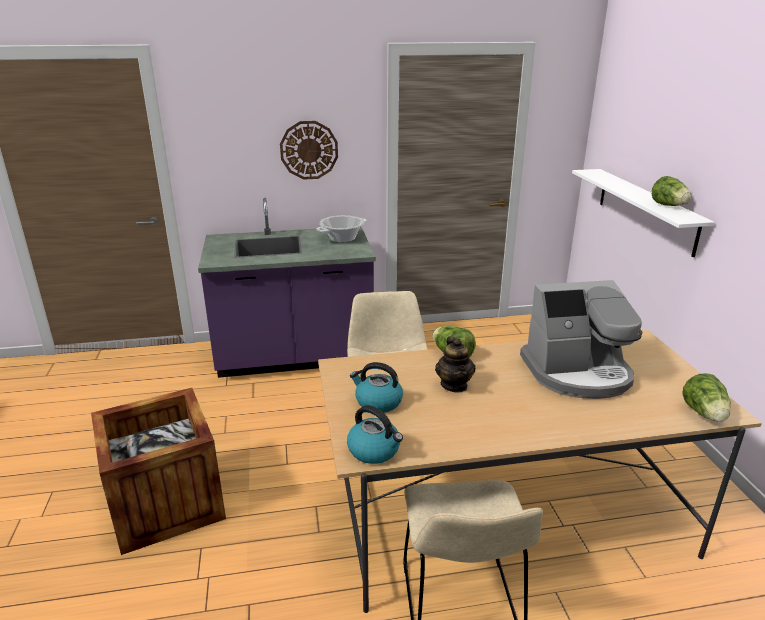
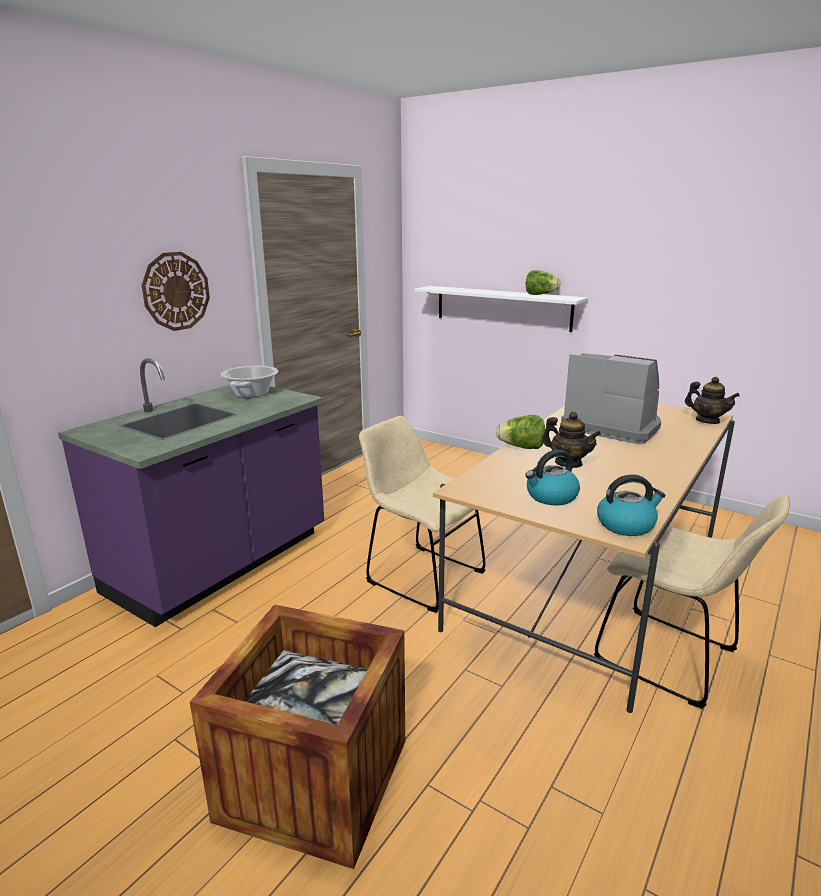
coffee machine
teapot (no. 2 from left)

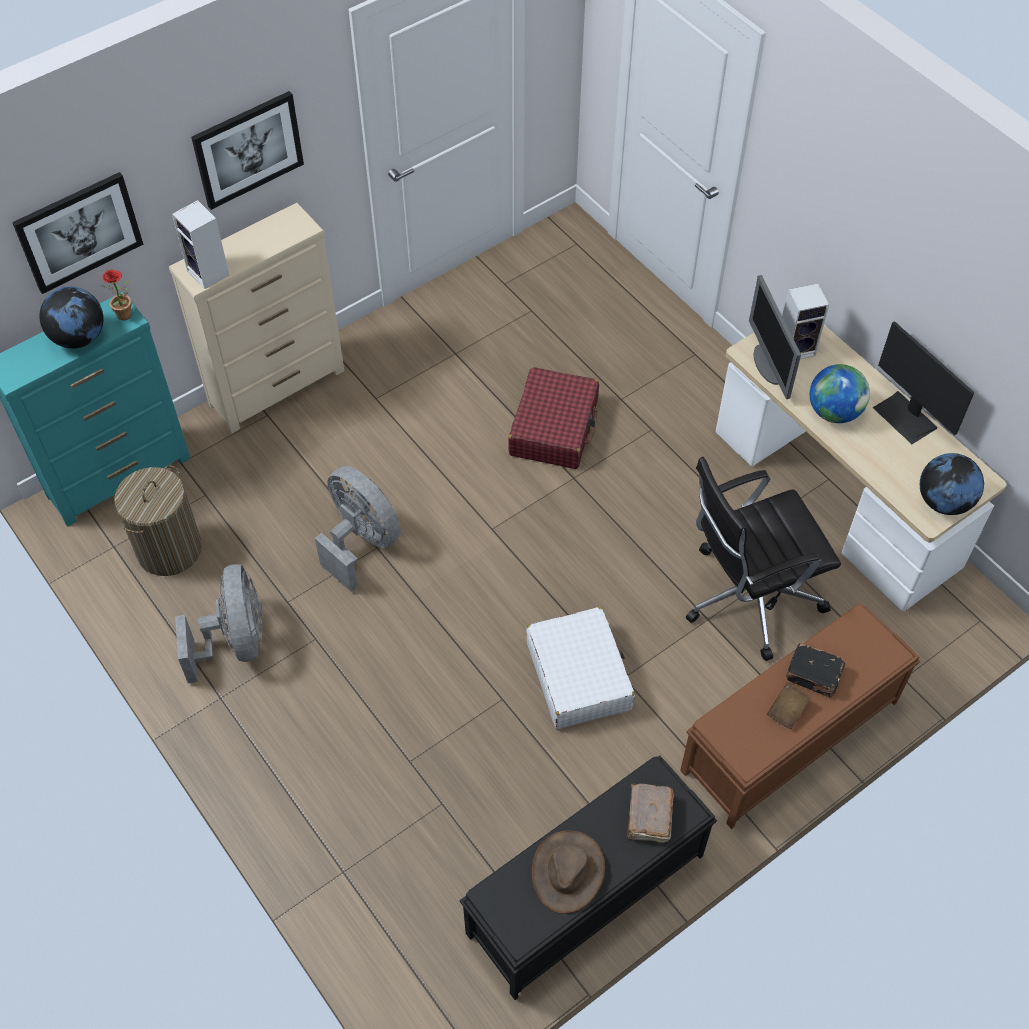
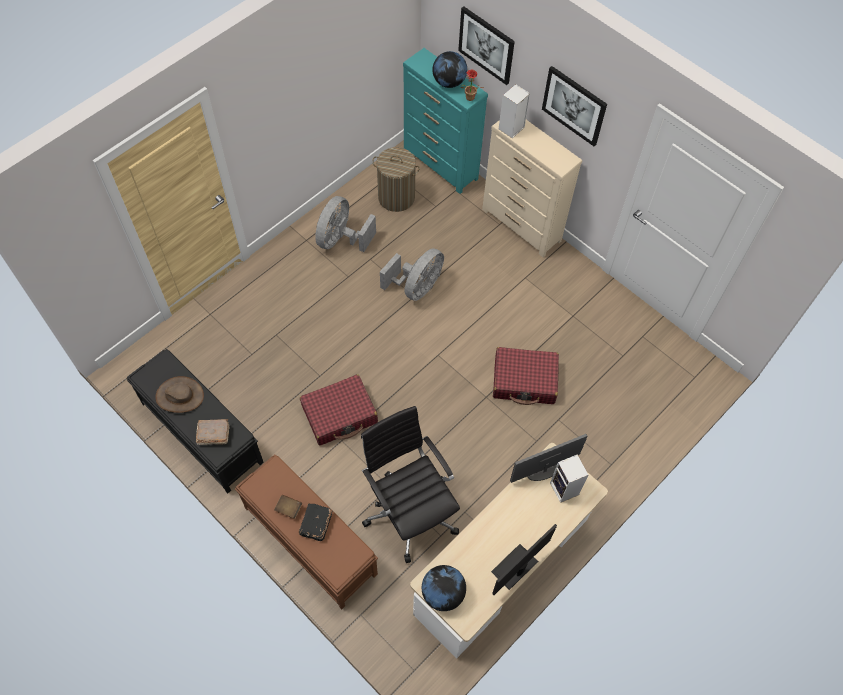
globe (no. 2 from left in the first image)
grey fan (no. 1 from left)
red suitcase (no. 1 from left)

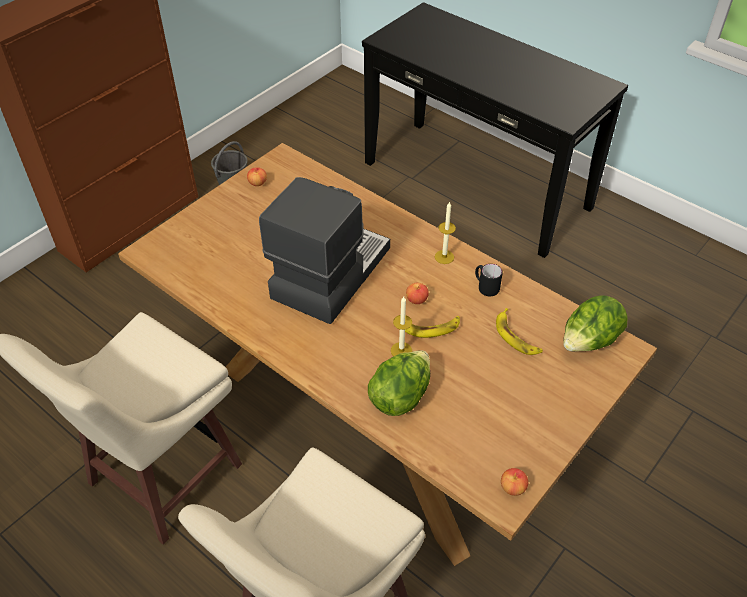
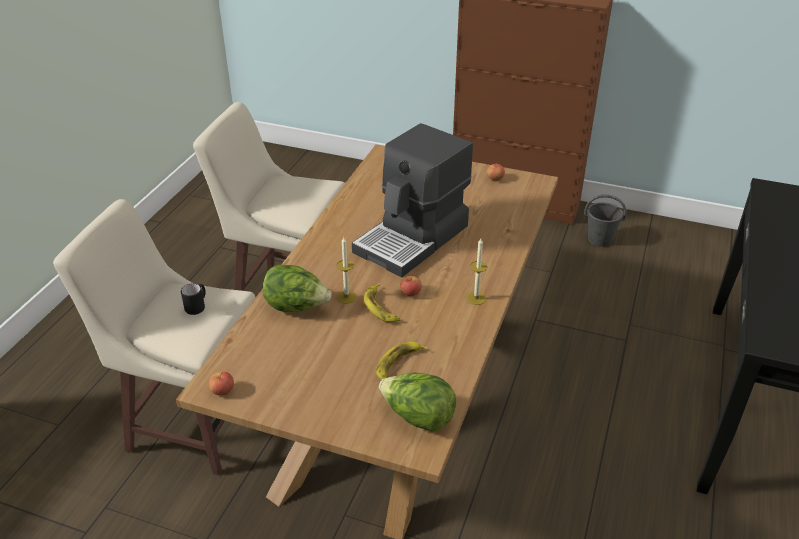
coffee machine
black mug

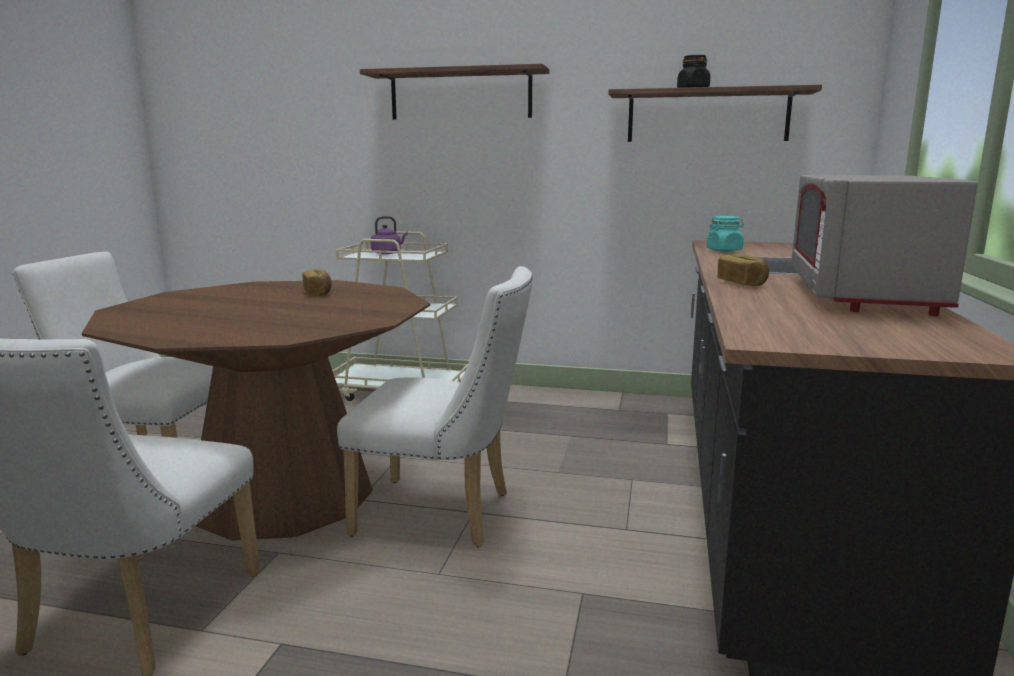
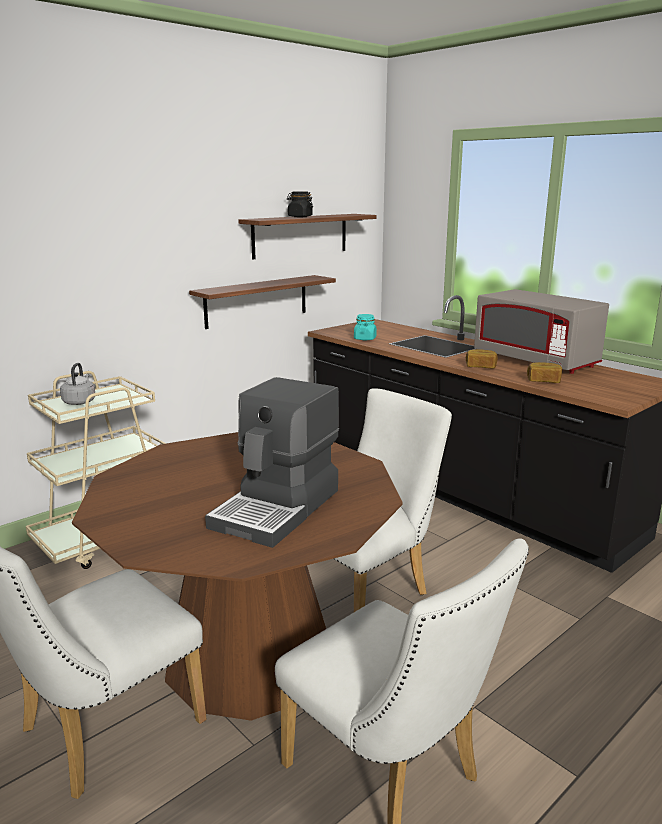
shelf (no. 1 from left)
grey kettle
bread (no. 2 from left)
coffee machine

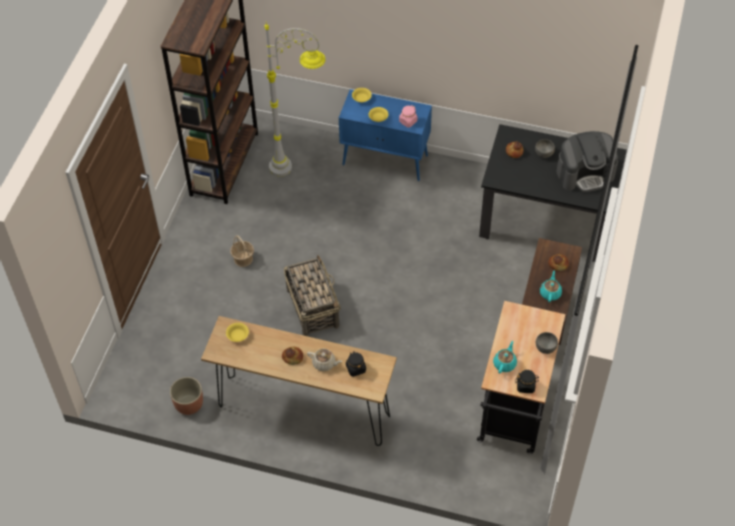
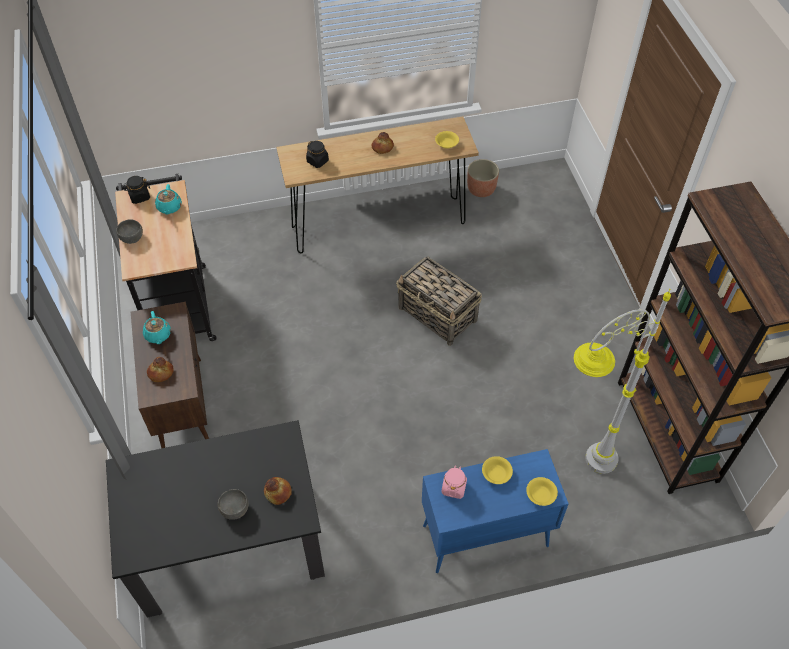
coffee machine
basket (no. 1 from left in the first image)
beige teapot

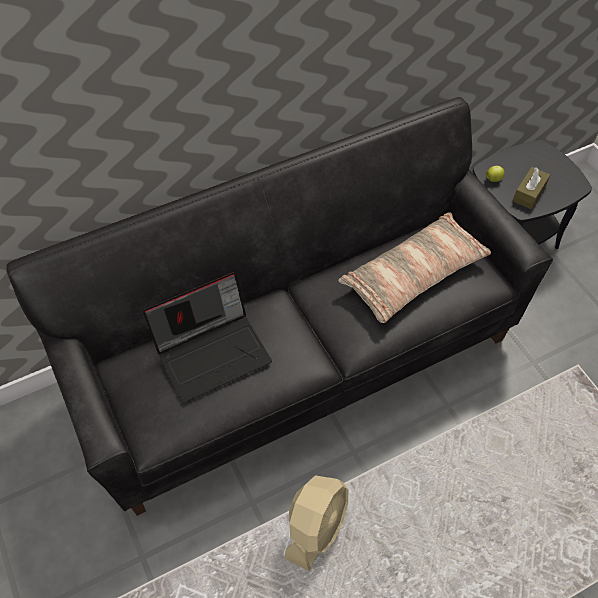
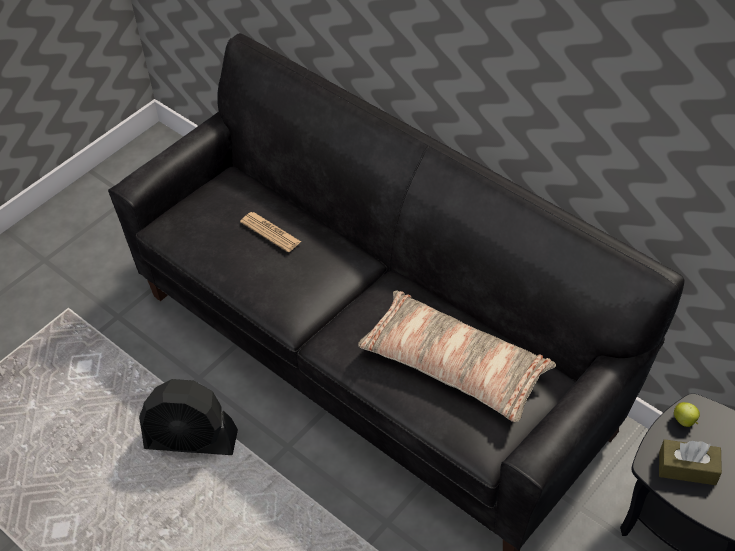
newspaper
black fan

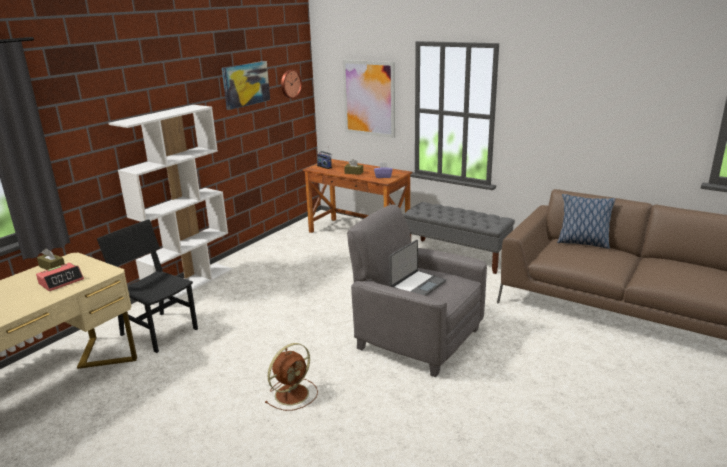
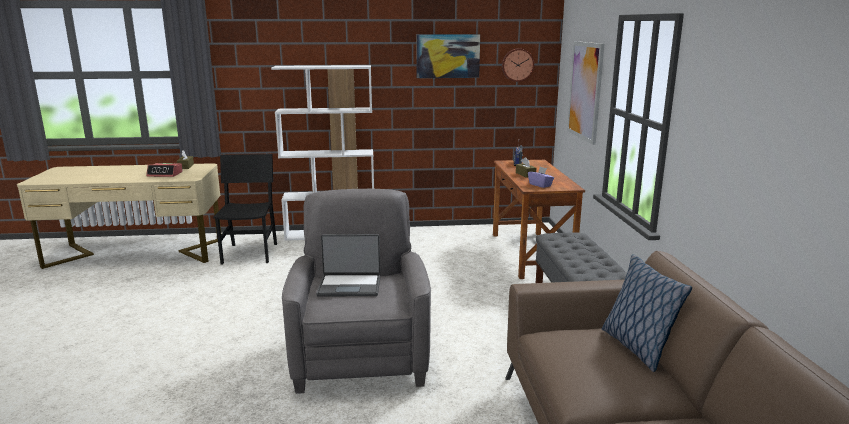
brown fan

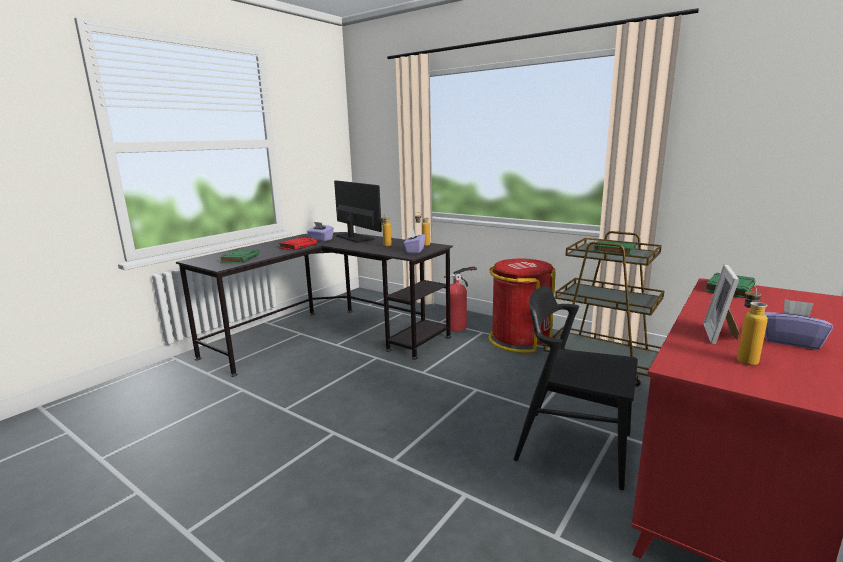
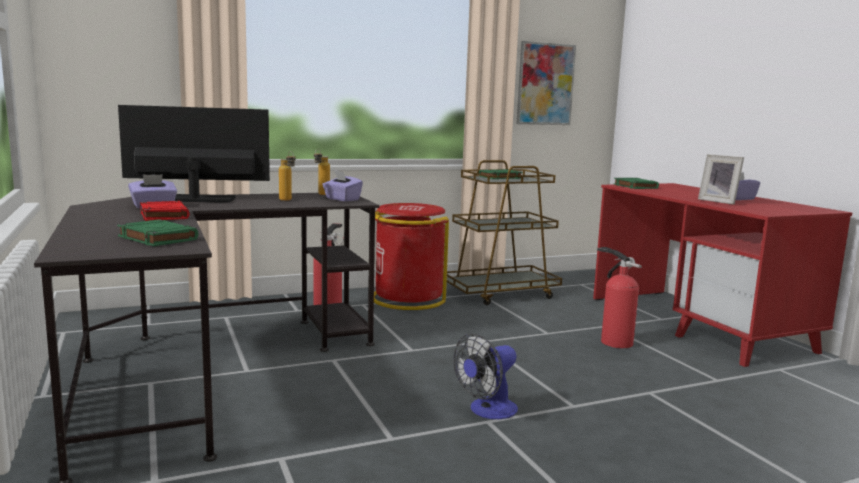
bottle (no. 3 from left in the first image)
fire extinguisher (no. 2 from left)
picture
fan

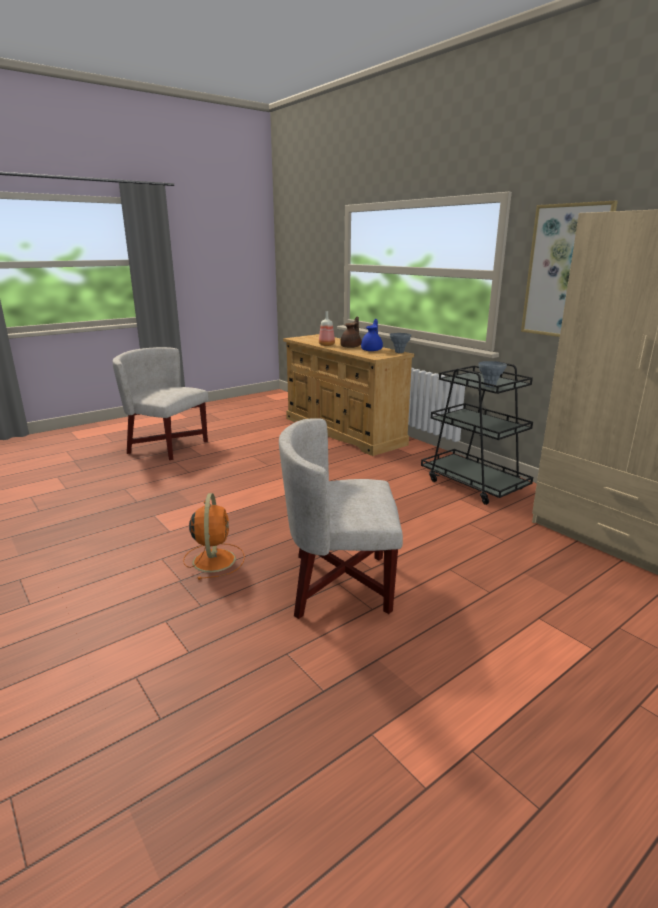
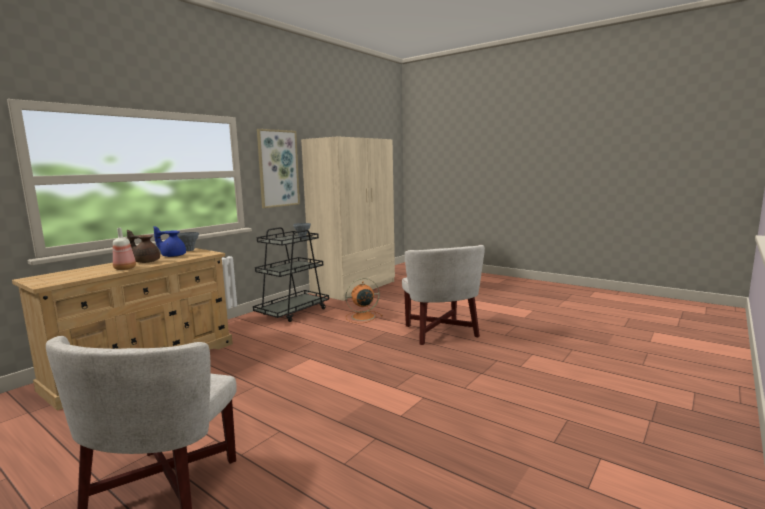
orange fan

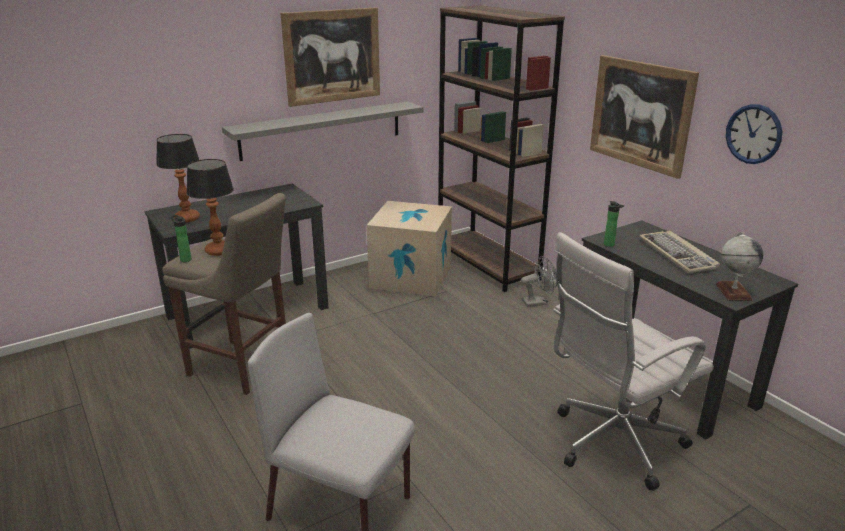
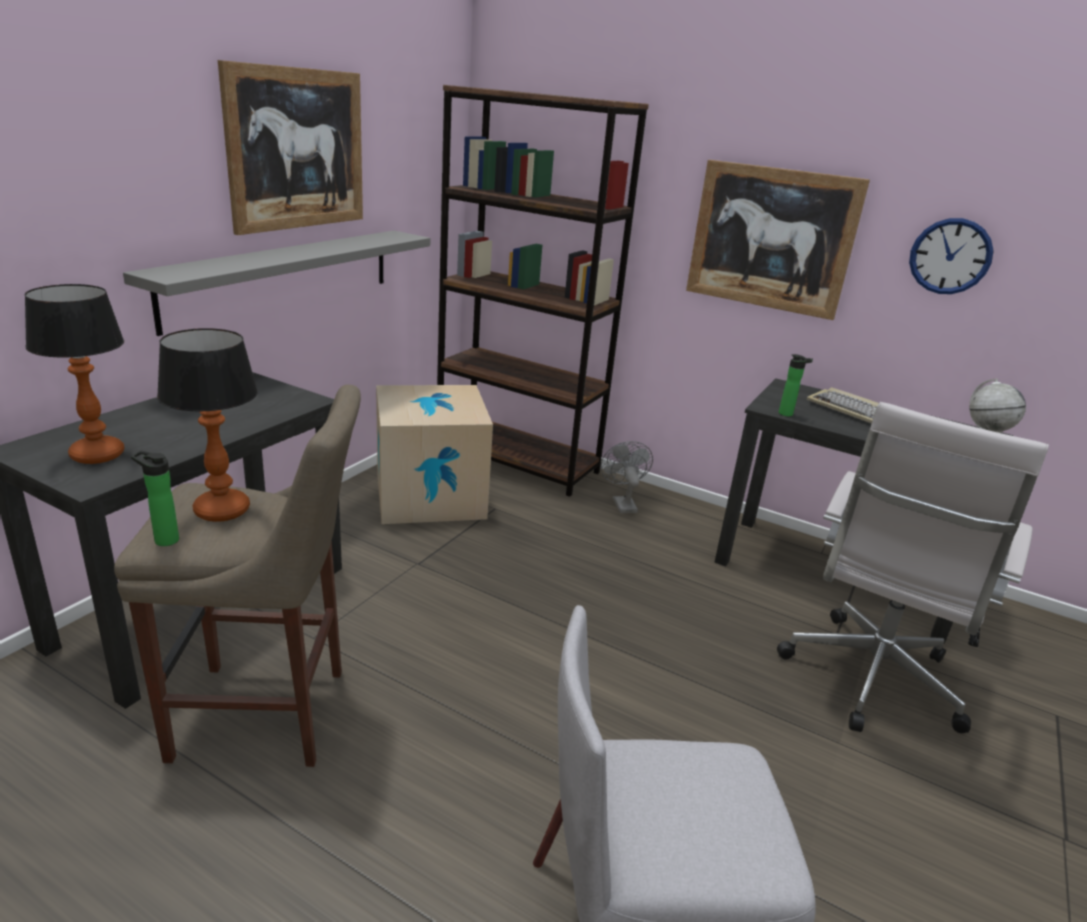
grey fan

